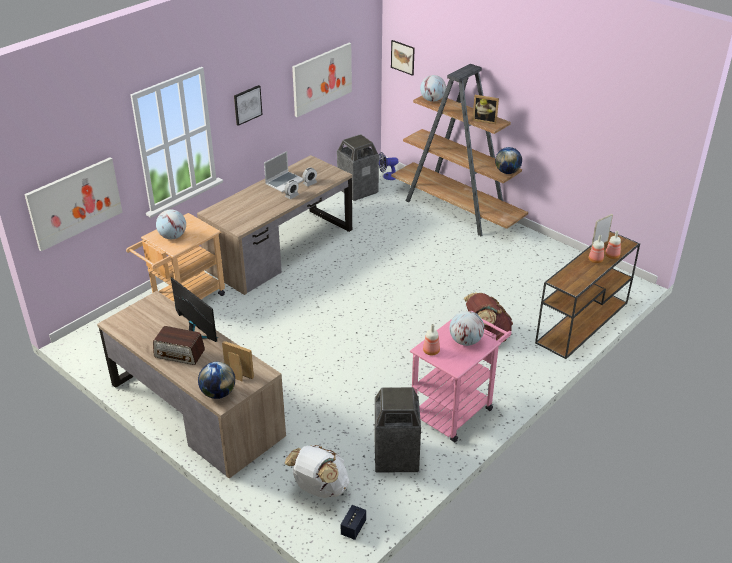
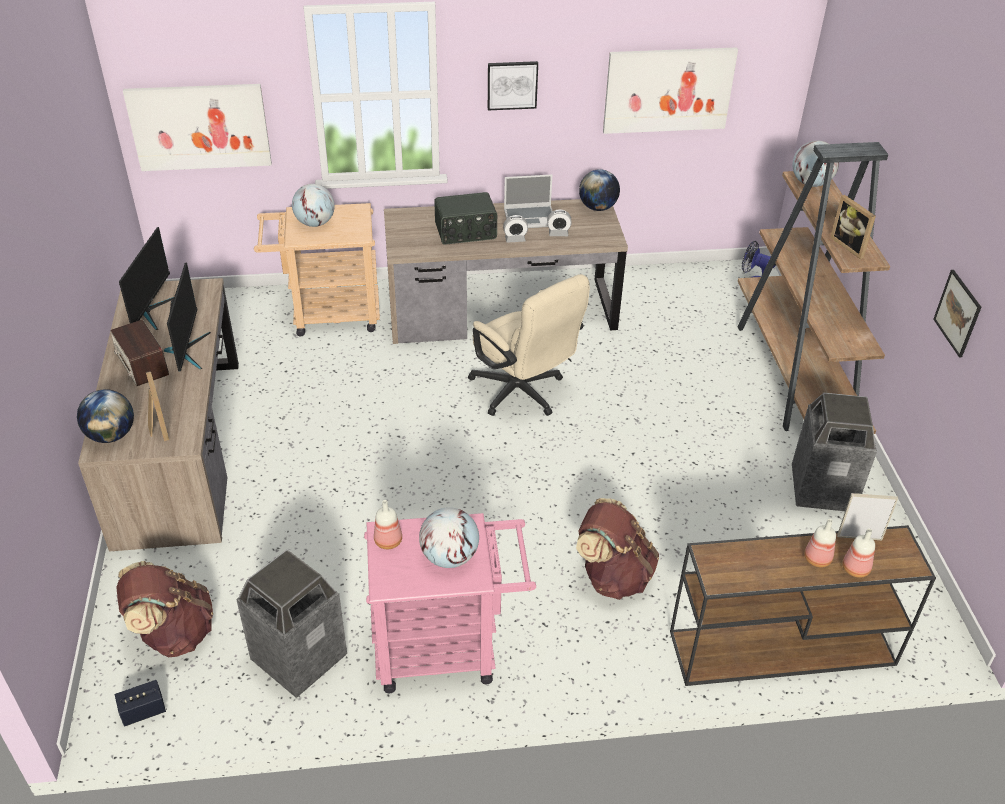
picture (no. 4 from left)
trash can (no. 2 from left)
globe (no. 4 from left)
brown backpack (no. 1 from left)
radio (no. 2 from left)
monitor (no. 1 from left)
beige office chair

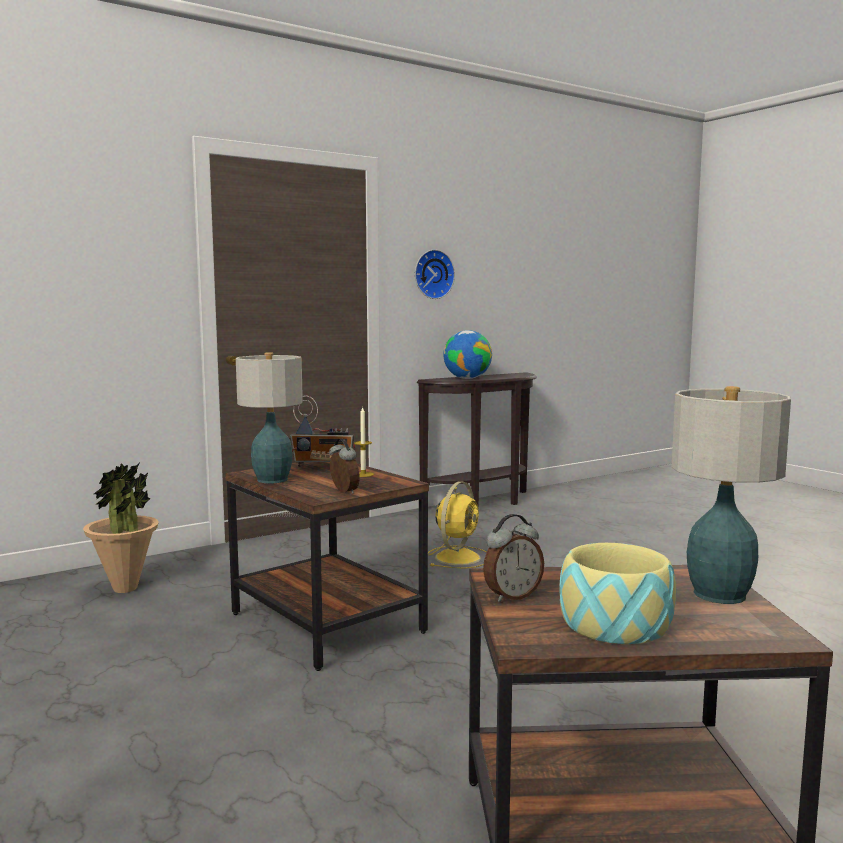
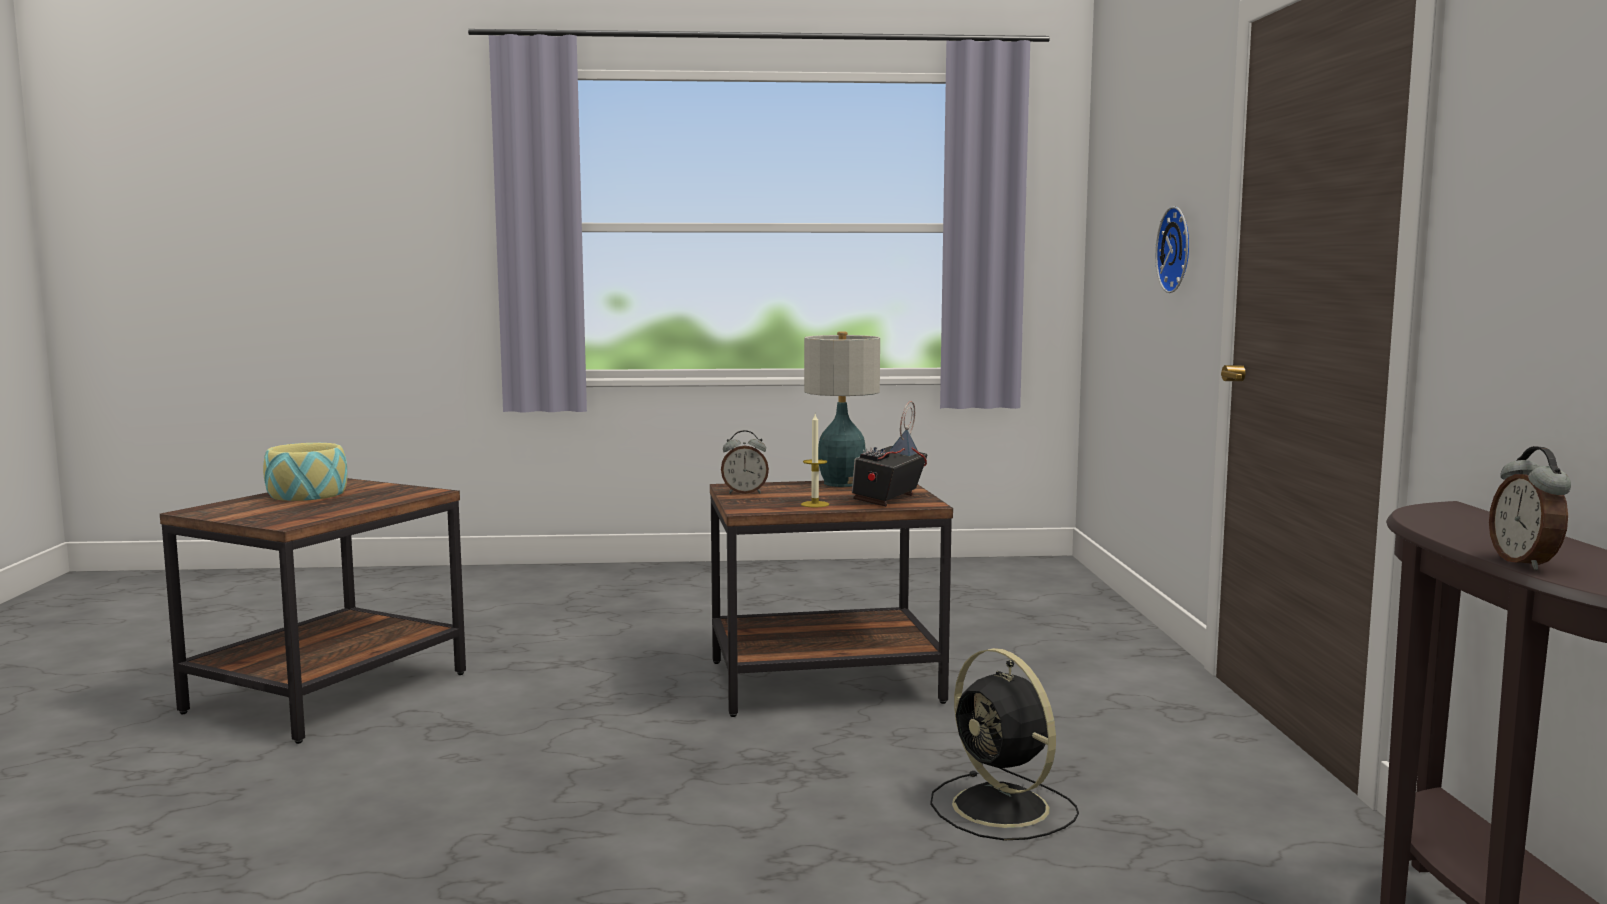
wall clock
globe
table lamp (no. 2 from left in the first image)
potted plant
black fan
alarm clock (no. 2 from left)

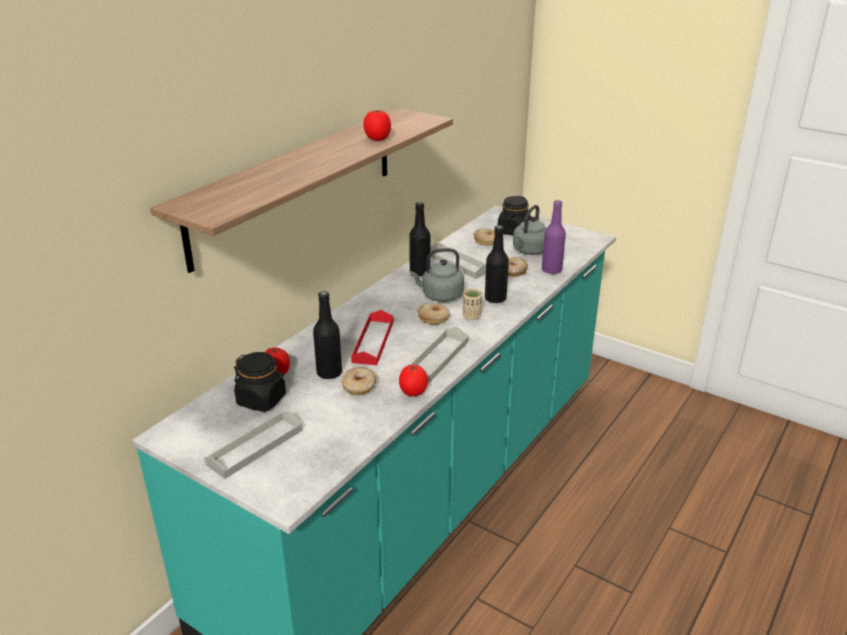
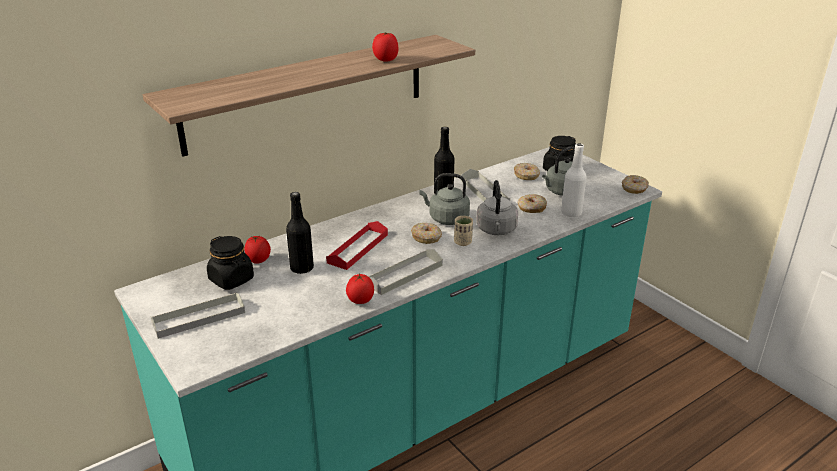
white bottle
grey kettle (no. 2 from left)
donut (no. 4 from left)

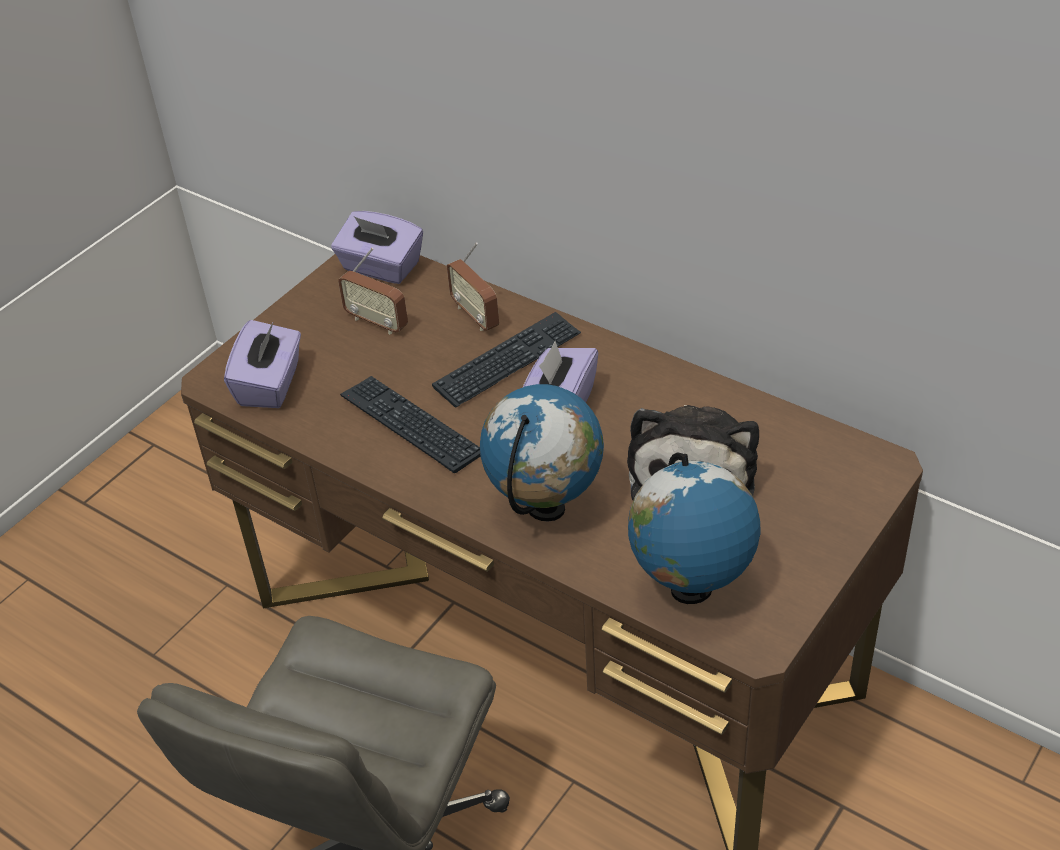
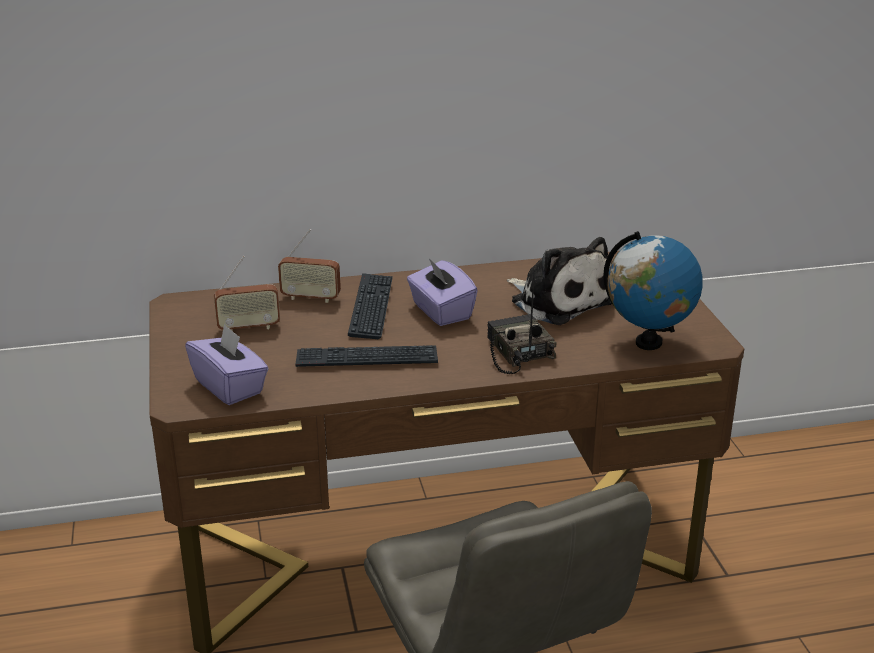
purple tissue box (no. 2 from left in the first image)
radio (no. 3 from left)

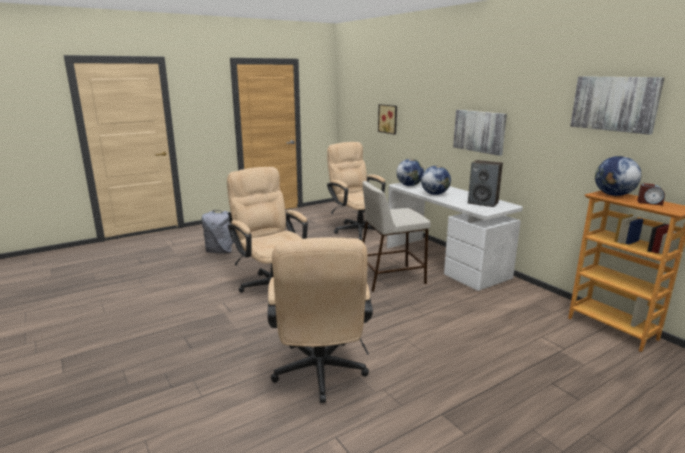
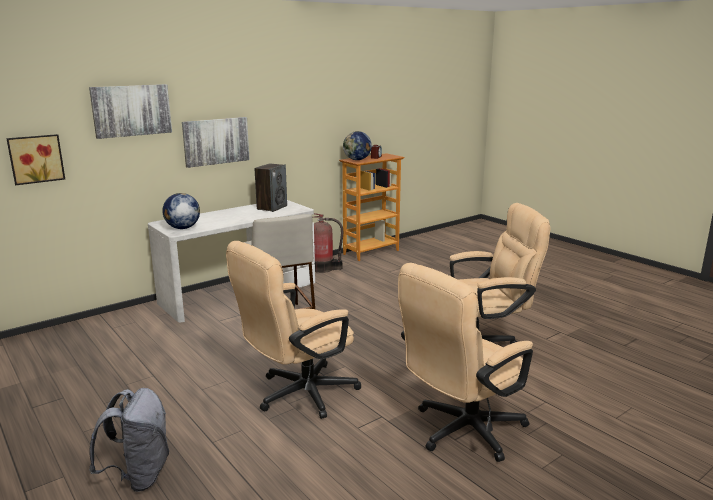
picture (no. 2 from left)
beige office chair (no. 2 from left)
globe (no. 2 from left in the first image)
fire extinguisher

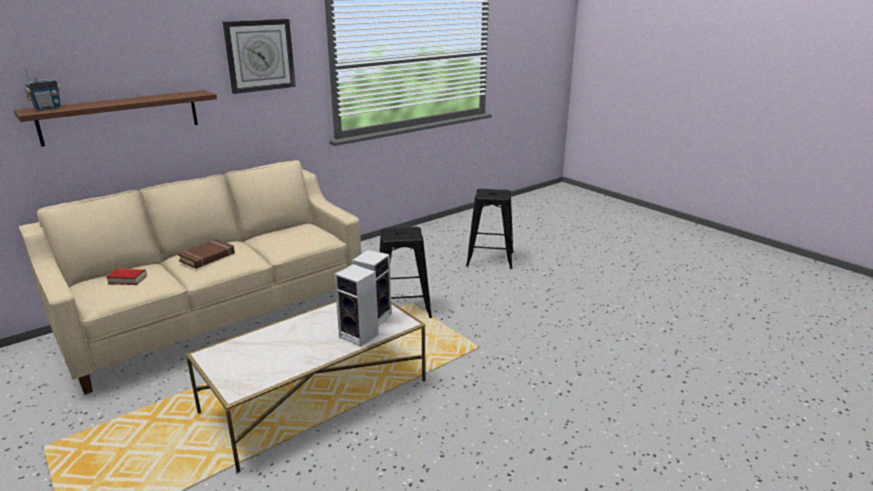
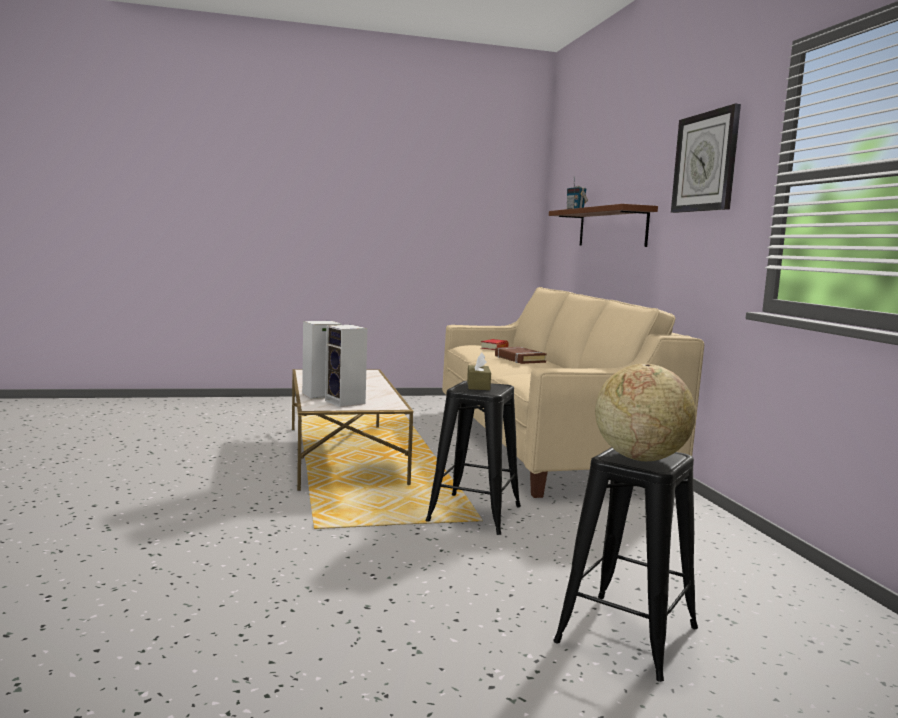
brown tissue box
globe

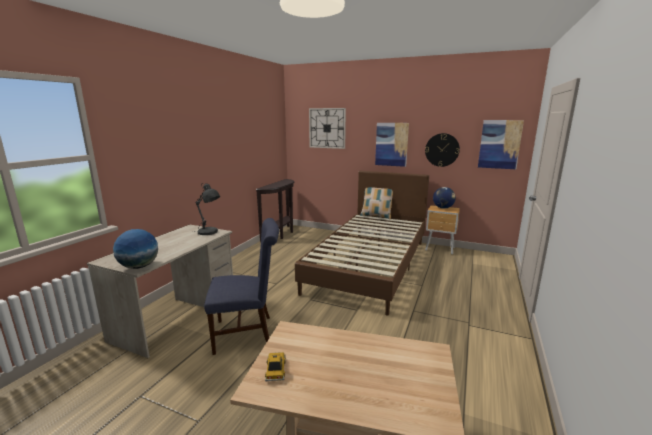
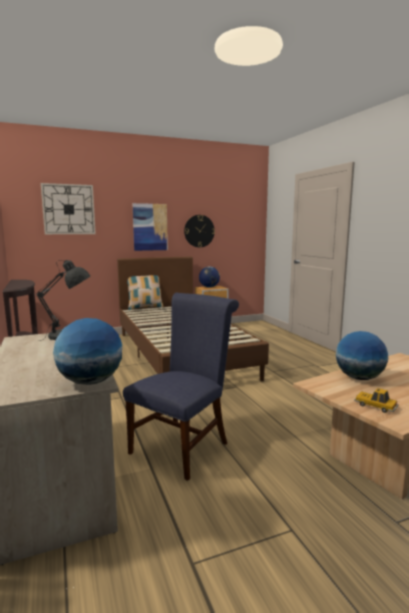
picture (no. 2 from left in the first image)
globe (no. 3 from left)

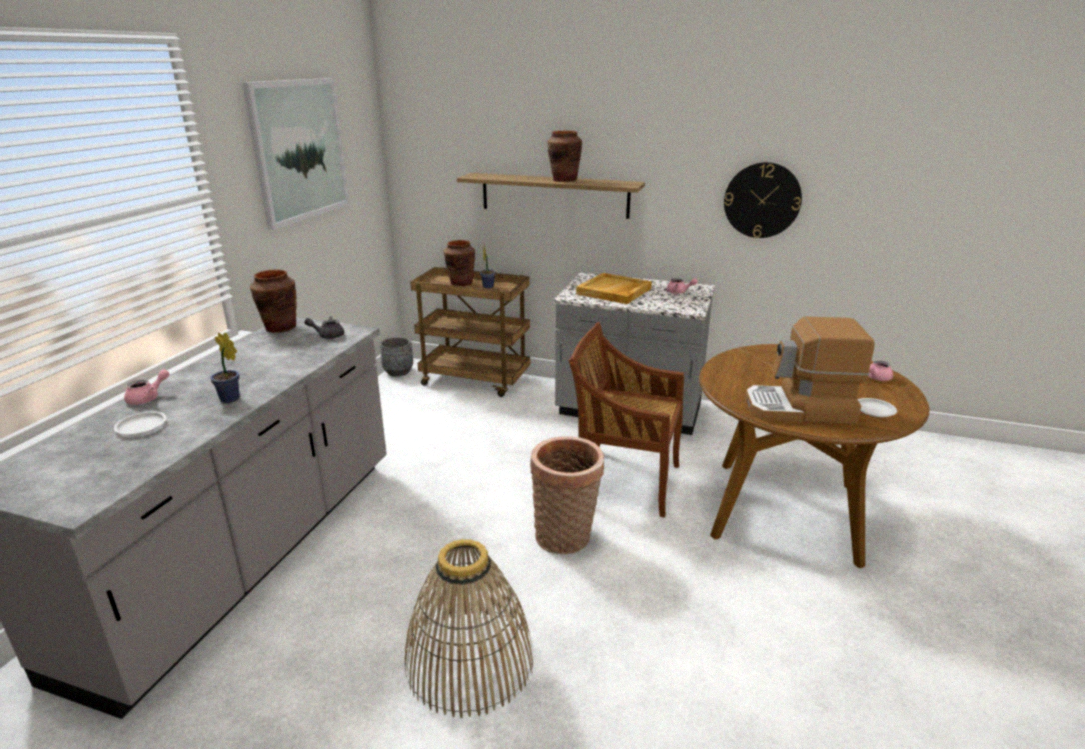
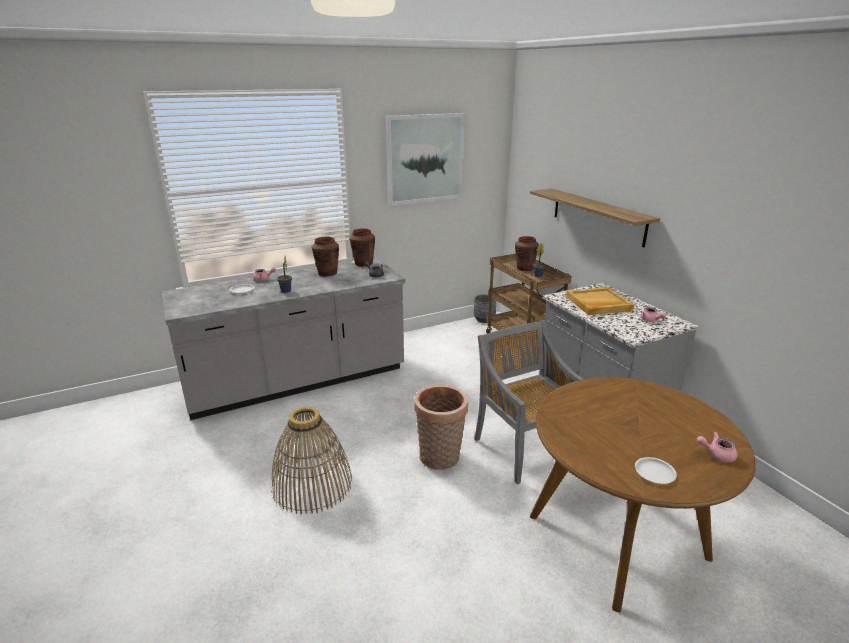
brown vase (no. 1 from left)
wall clock
coffee machine
grey chair

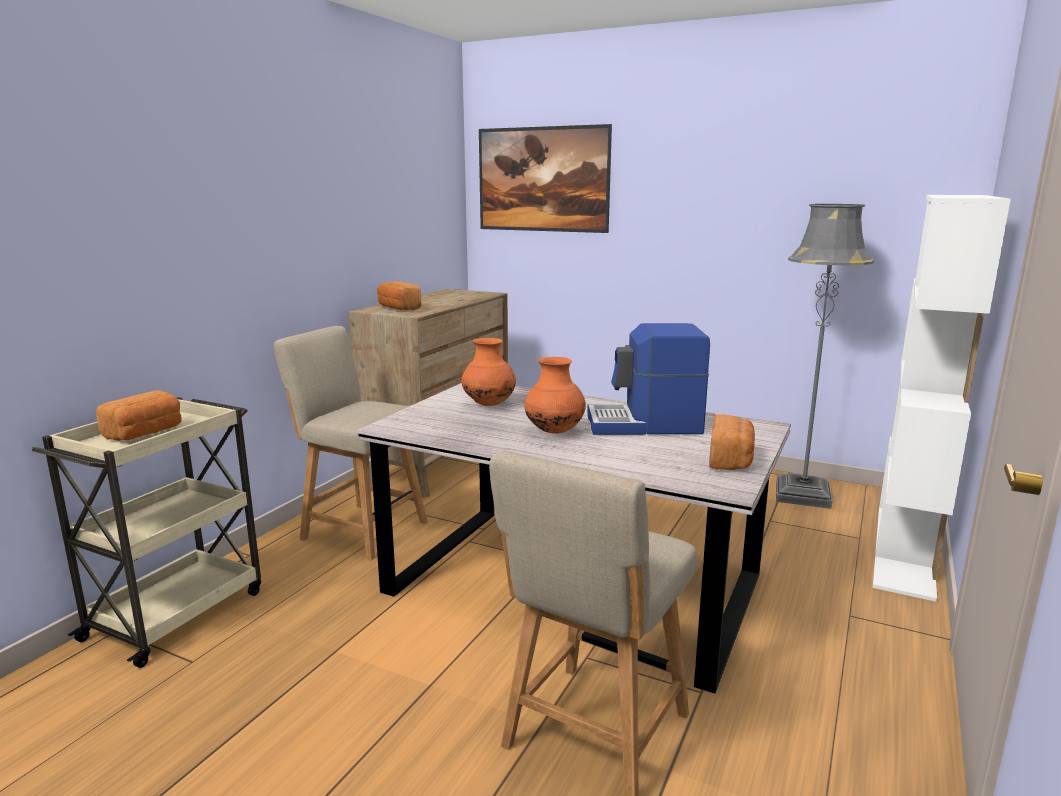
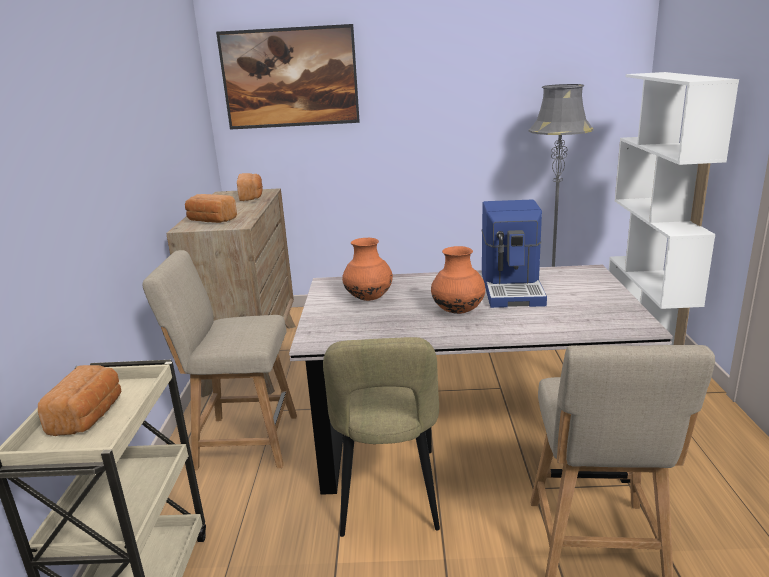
coffee machine
bread (no. 3 from left)
beige chair (no. 2 from left)

